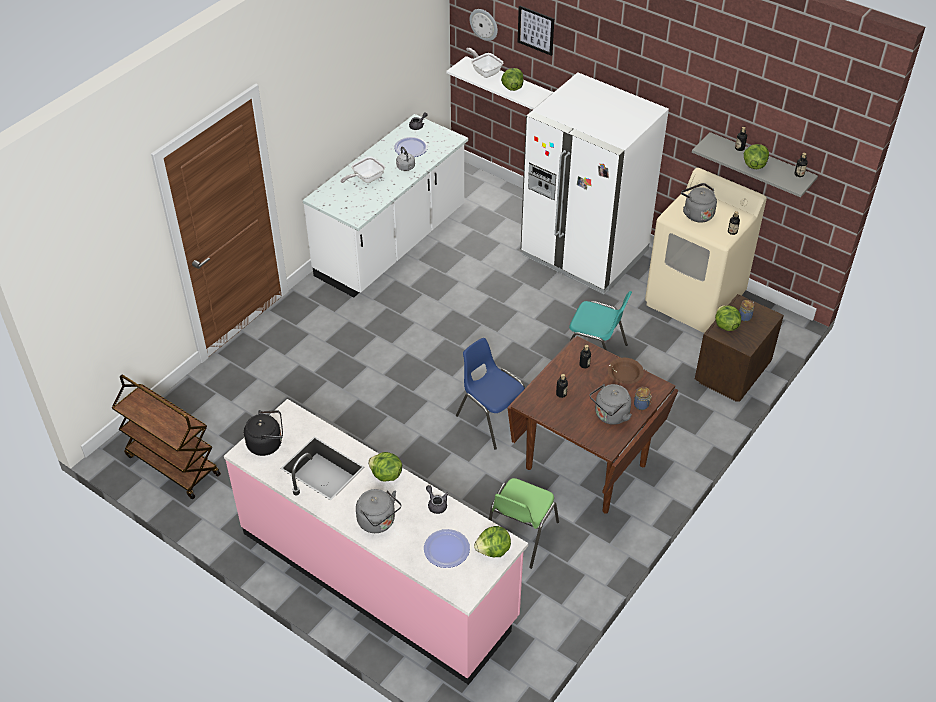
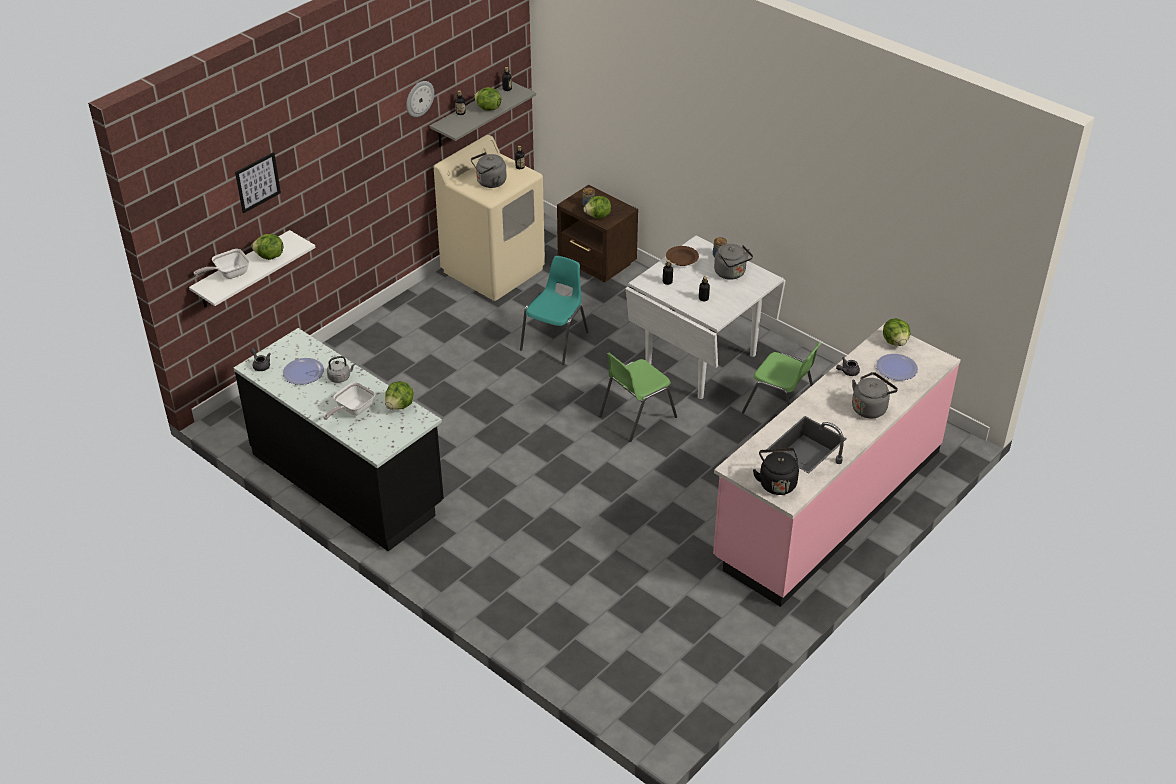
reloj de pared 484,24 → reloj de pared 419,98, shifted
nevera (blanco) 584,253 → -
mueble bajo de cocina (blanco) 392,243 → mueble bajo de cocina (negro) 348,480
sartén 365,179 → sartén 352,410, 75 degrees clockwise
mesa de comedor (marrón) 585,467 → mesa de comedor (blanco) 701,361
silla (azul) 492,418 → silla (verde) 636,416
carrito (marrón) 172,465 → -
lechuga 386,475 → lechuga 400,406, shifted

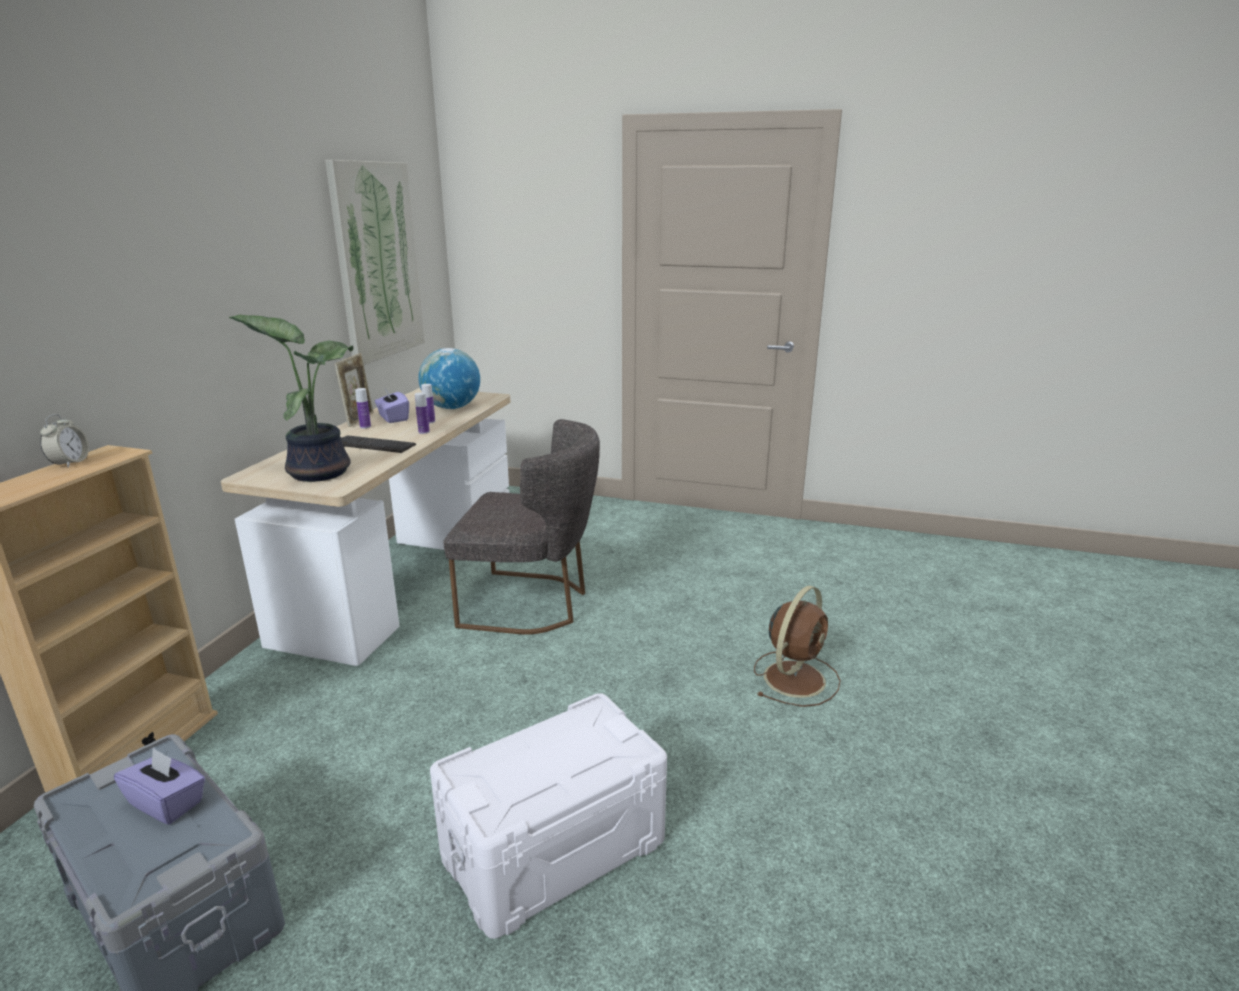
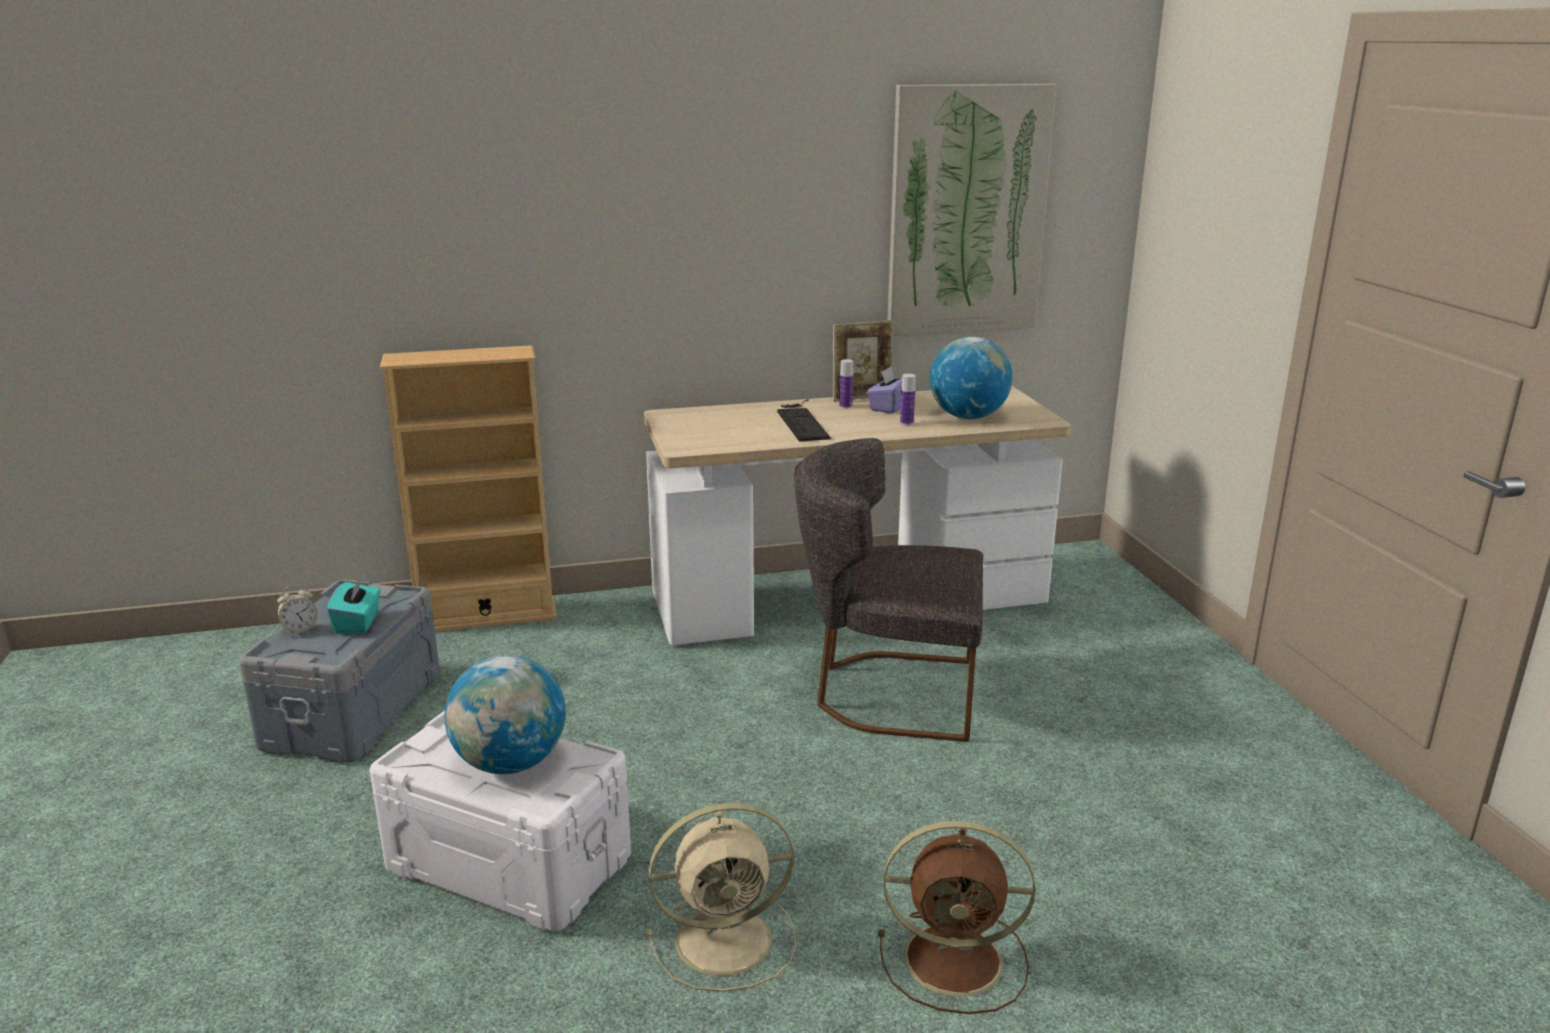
planta en maceta 318,471 → -
botella 424,432 → -
despertador 70,463 → despertador 300,629, shifted
silla (gris) 532,604 → silla (gris) 887,692, 120 degrees clockwise
caja de pañuelos (morado) 168,803 → caja de pañuelos (turquesa) 358,623
- → globo terráqueo 510,763
- → ventilador (beis) 728,939

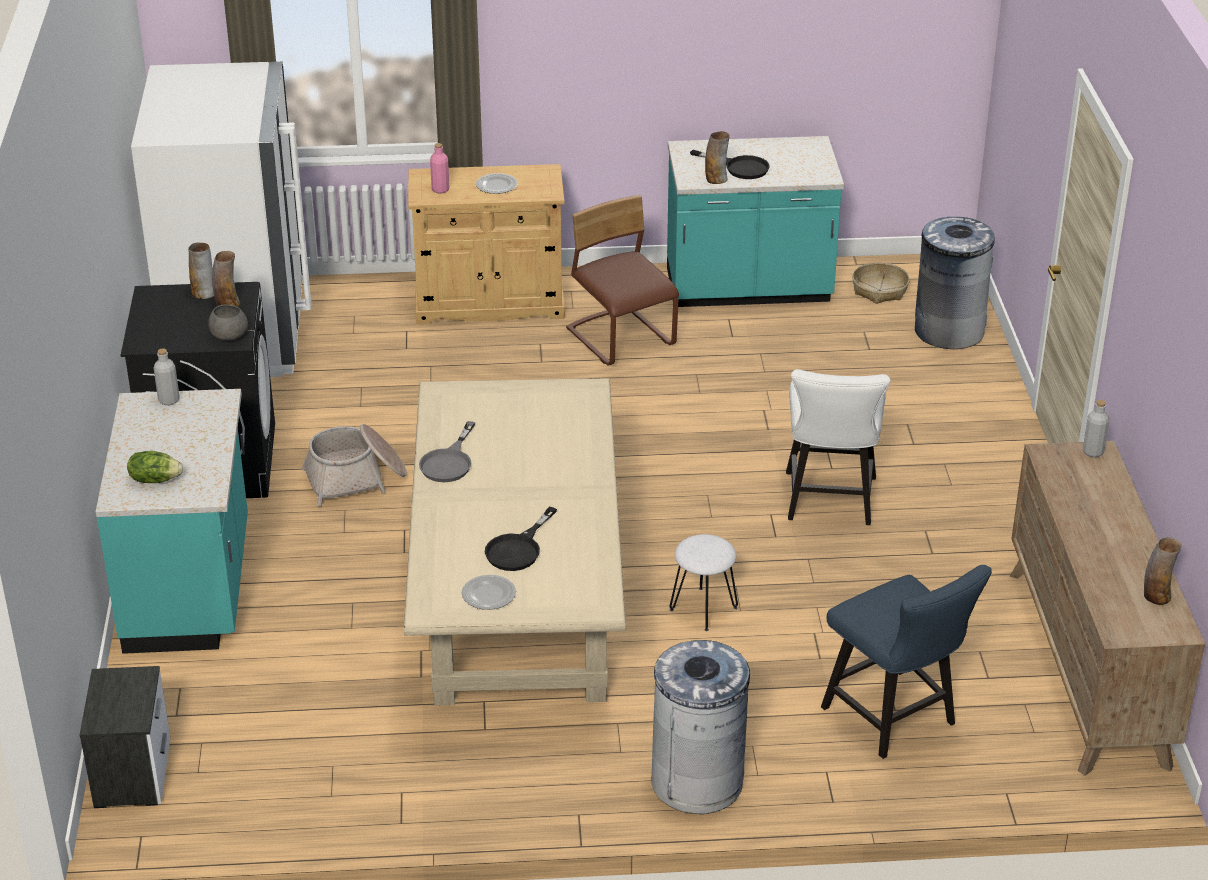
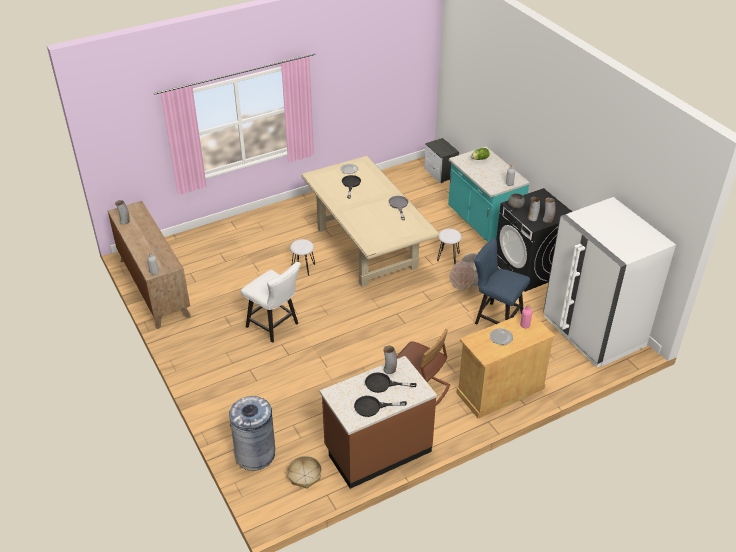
mueble bajo de cocina (turquesa) 748,289 → mueble bajo de cocina (marrón) 377,449
silla (blanco) 829,503 → silla (blanco) 275,326, 150 degrees clockwise
silla (azul) 895,720 → silla (azul) 495,318, shifted
papelera (gris) 697,781 → -
- → taburete (blanco) 448,257
- → sartén (negro) 372,407

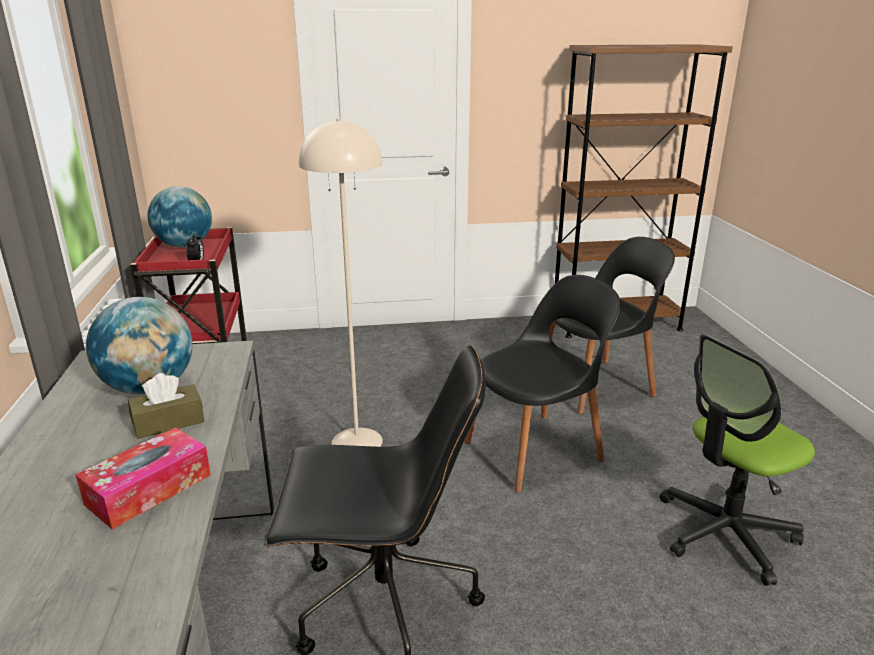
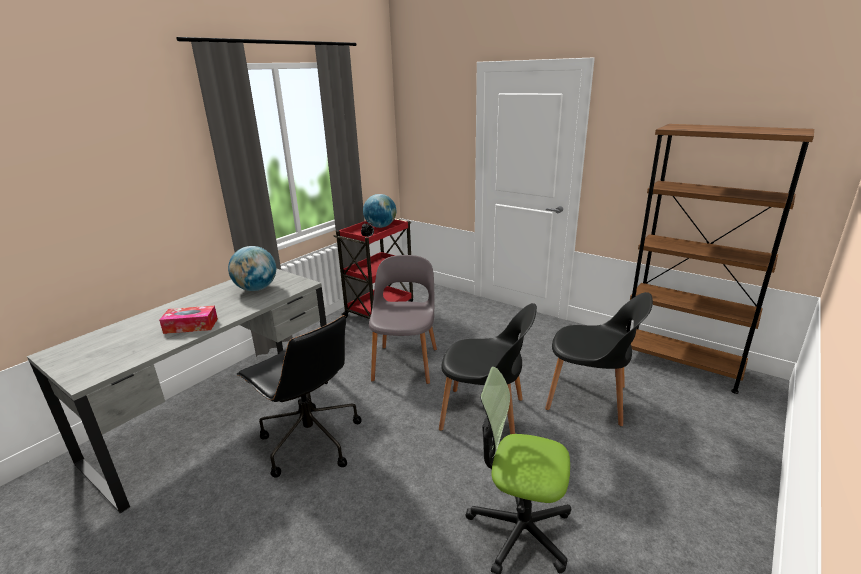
lámpara de pie (beis) 357,441 → silla (gris) 405,362
caja de pañuelos (marrón) 168,422 → -

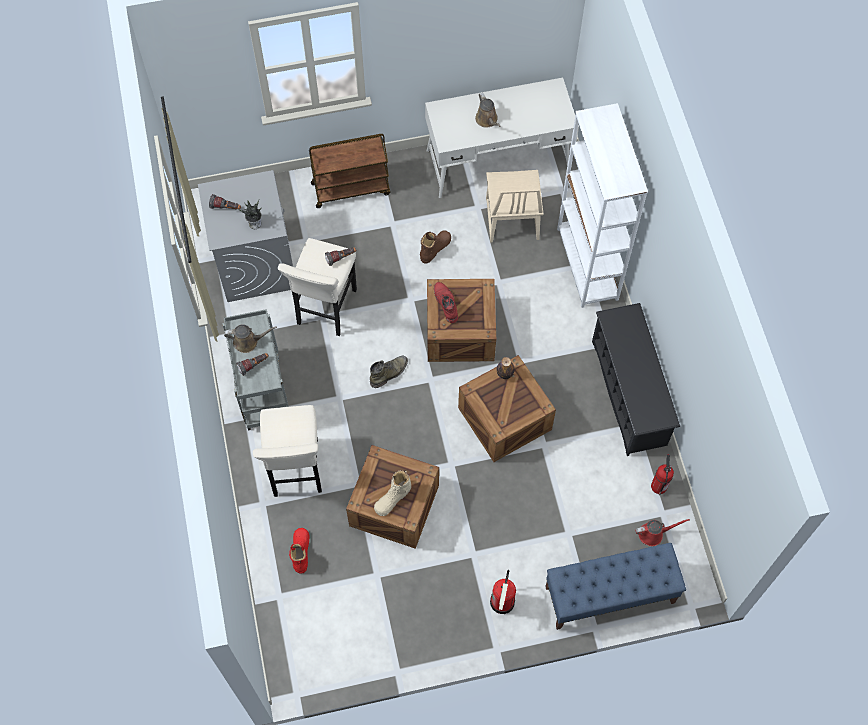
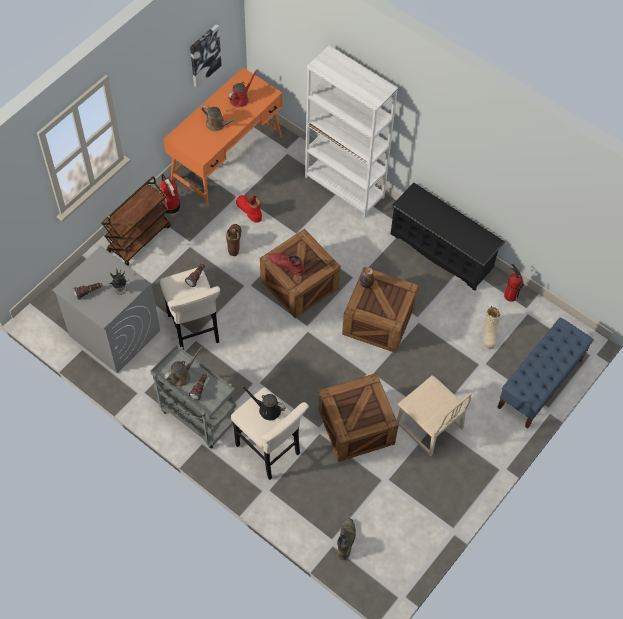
escritorio (blanco) 498,161 → escritorio (naranja) 227,158
silla (beis) 511,219 → silla (beis) 429,426, shifted
bota (verde) 389,373 → bota (verde) 346,539, shifted
bota (beis) 393,498 → bota (beis) 489,333, shifted
regadera (rojo) 653,534 → regadera (rojo) 240,99, shifted
bota (rojo) 301,551 → bota (rojo) 249,210, shifted
extintor 502,602 → extintor 171,206, shifted
- → cuadro 204,55
- → regadera (negro) 267,409

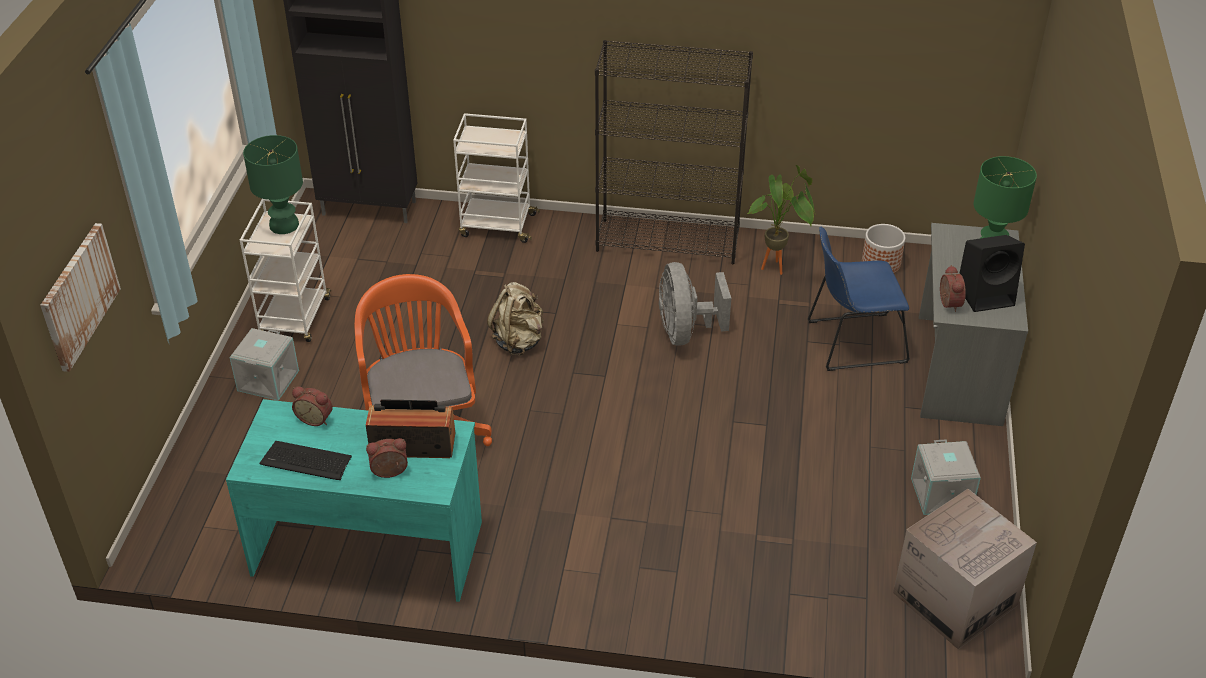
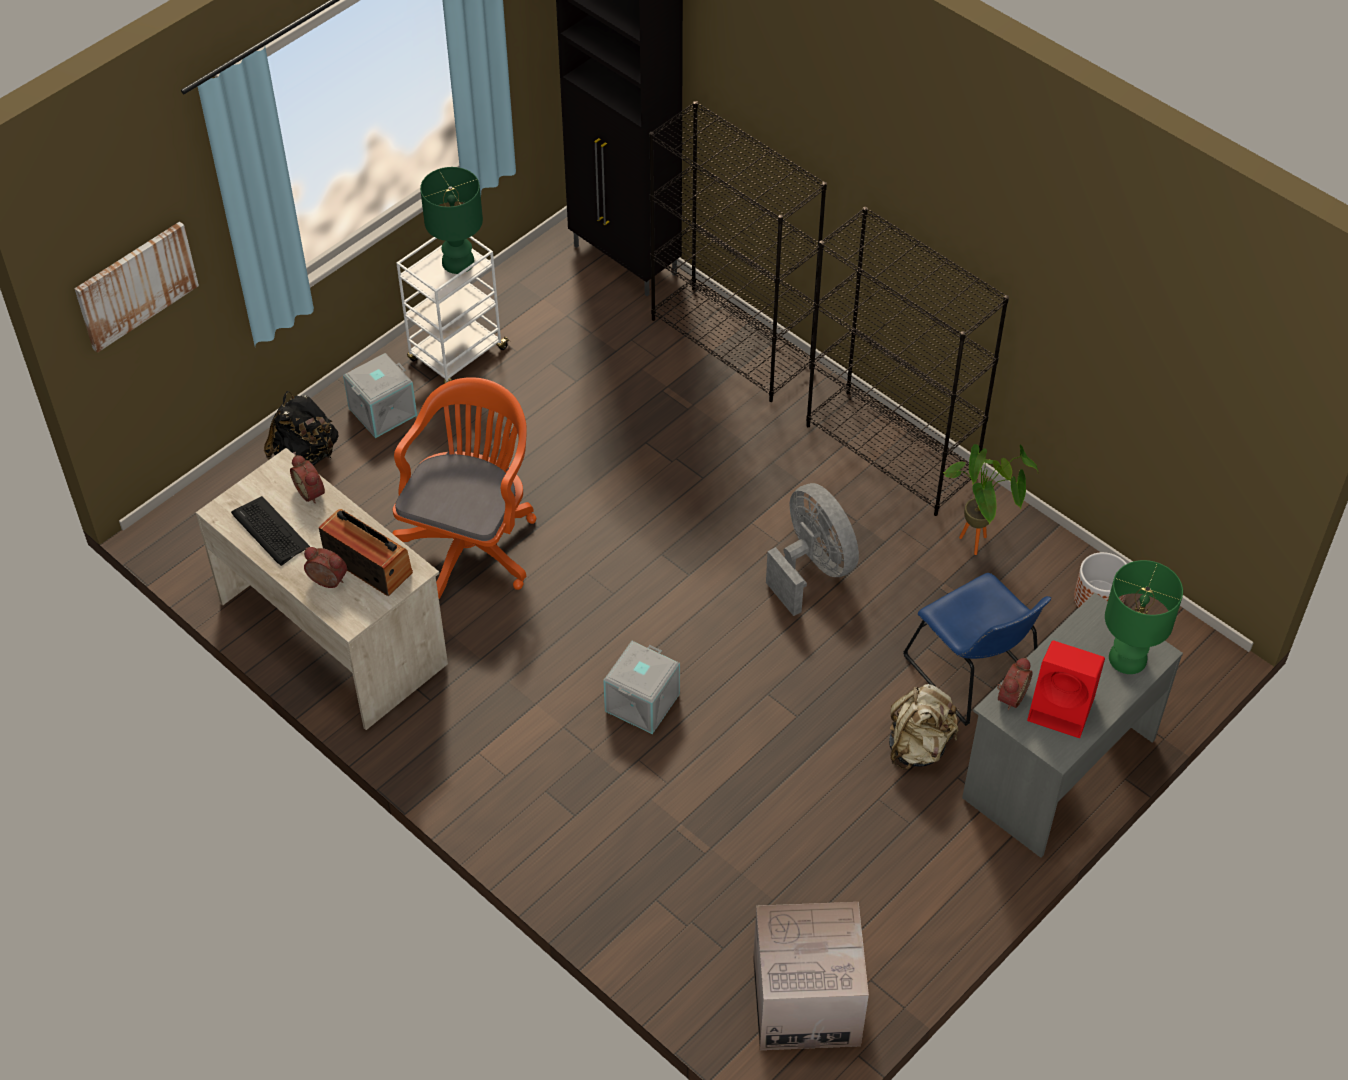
carrito (blanco) 497,225 → estantería (negro) 732,343
silla (azul) 852,342 → silla (azul) 974,674, 150 degrees counterclockwise
altavoz (negro) 986,295 → altavoz (rojo) 1063,709
ventilador (gris) 685,332 → ventilador (gris) 812,569, 120 degrees clockwise
mochila (beis) 518,341 → mochila (beis) 919,746, shifted
escritorio (turquesa) 368,547 → escritorio (beis) 334,632
caja de almacenaje (gris) 942,495 → caja de almacenaje (gris) 643,703, shifted
- → mochila (negro) 304,455

